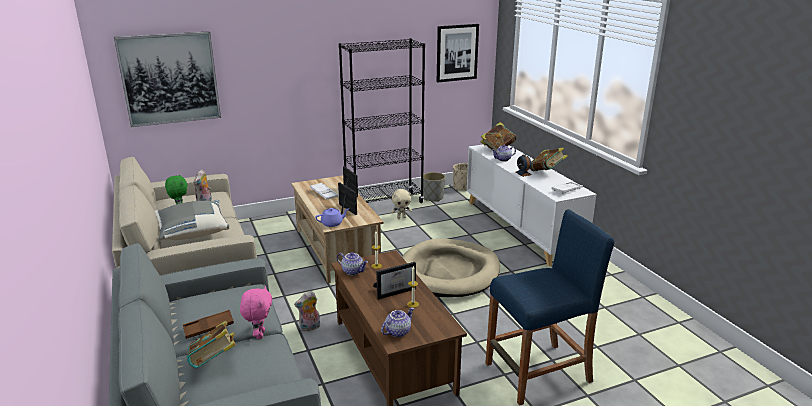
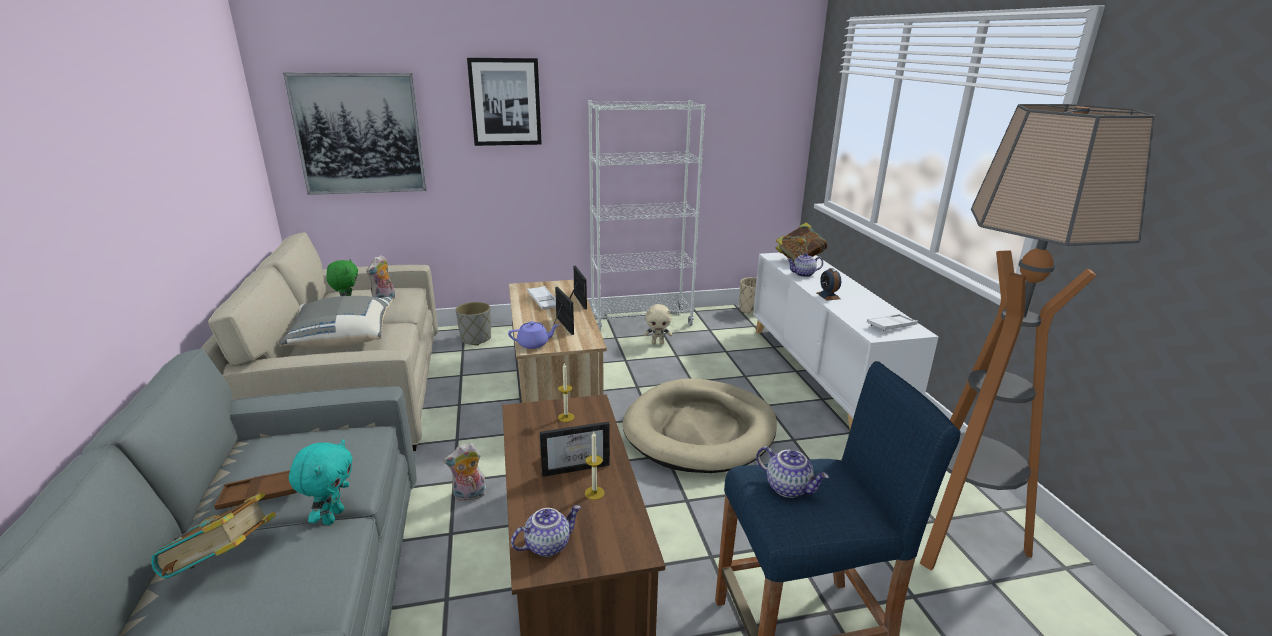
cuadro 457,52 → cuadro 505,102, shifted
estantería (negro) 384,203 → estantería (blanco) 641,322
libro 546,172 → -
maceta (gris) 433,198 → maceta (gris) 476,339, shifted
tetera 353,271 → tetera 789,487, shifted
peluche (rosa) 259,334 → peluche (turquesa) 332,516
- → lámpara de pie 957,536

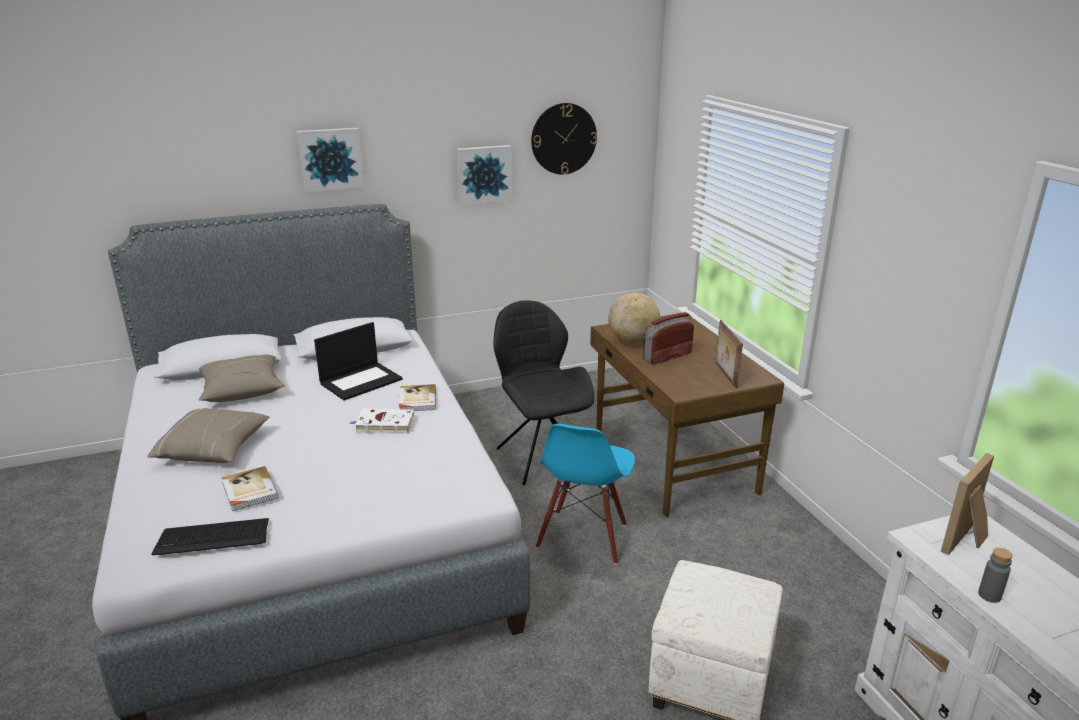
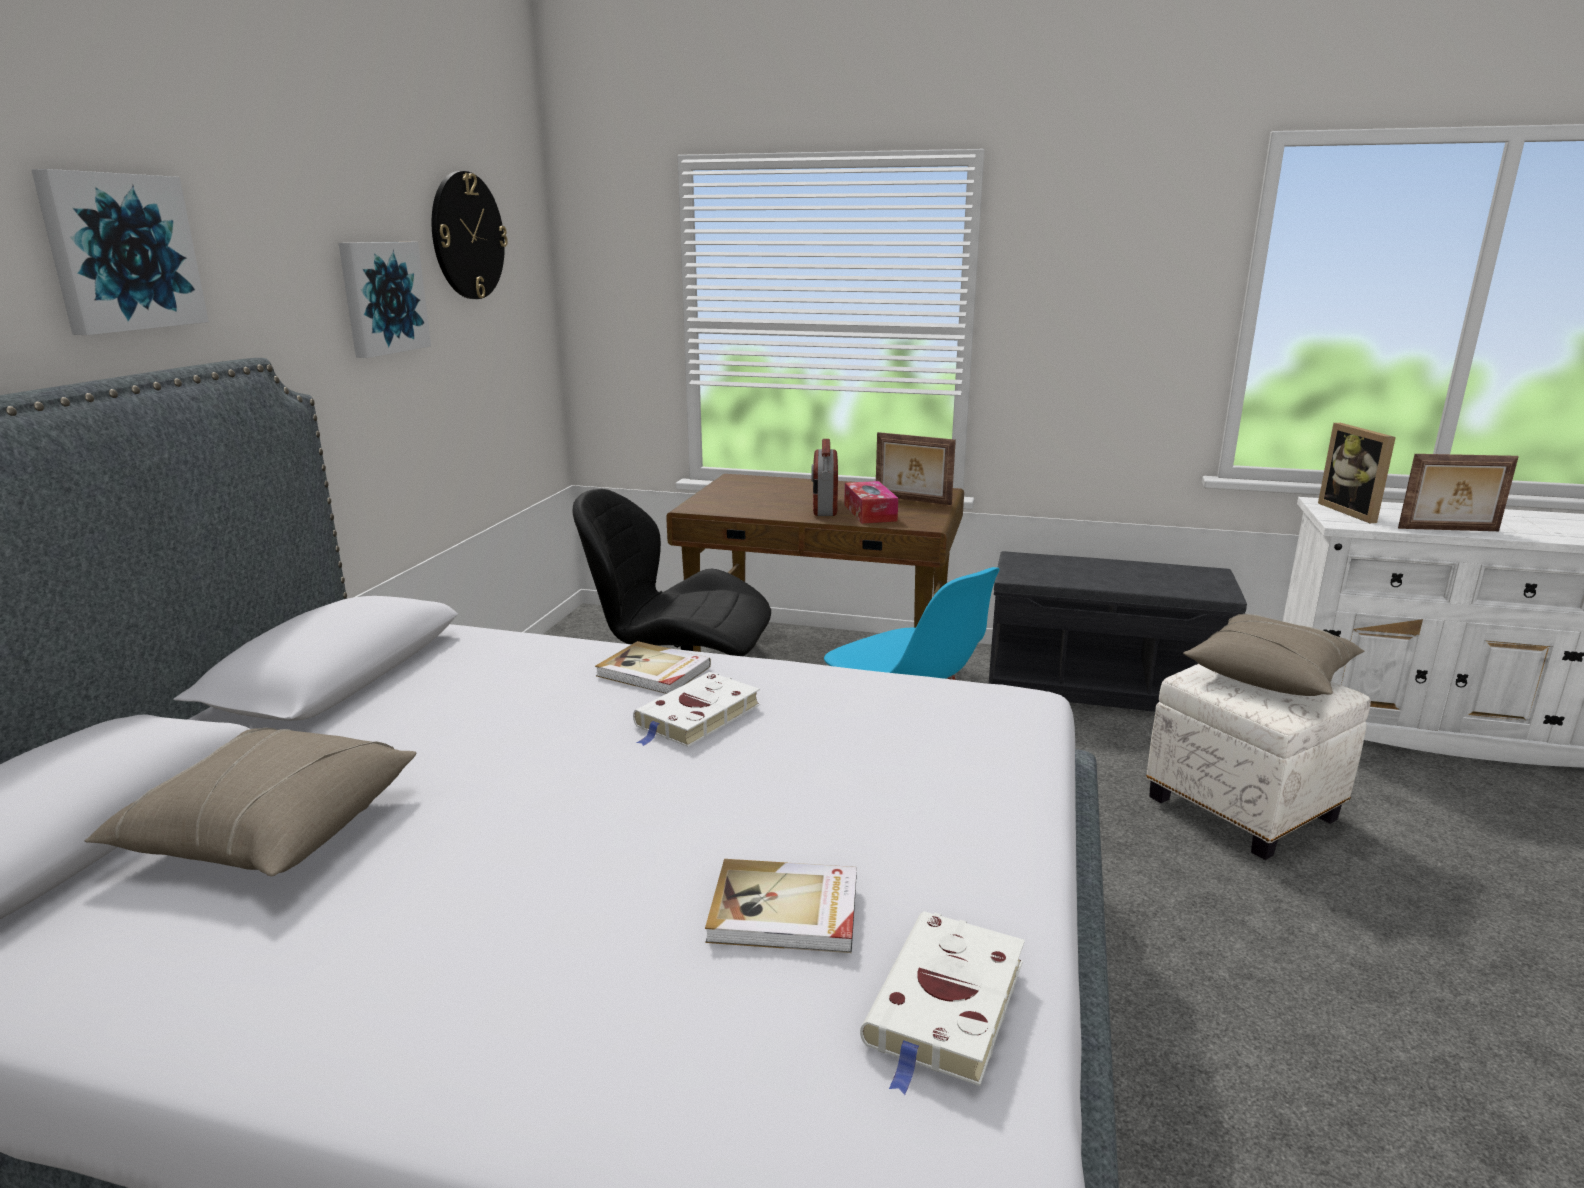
globo terráqueo 633,342 → -
portátil 361,381 → -
cojín (beis) 214,449 → cojín (beis) 1270,675, shifted
teclado 213,538 → libro (blanco) 945,1007
botella (gris) 989,595 → portarretratos 1449,530
- → caja de pañuelos 870,513
- → banco (gris) 1102,688

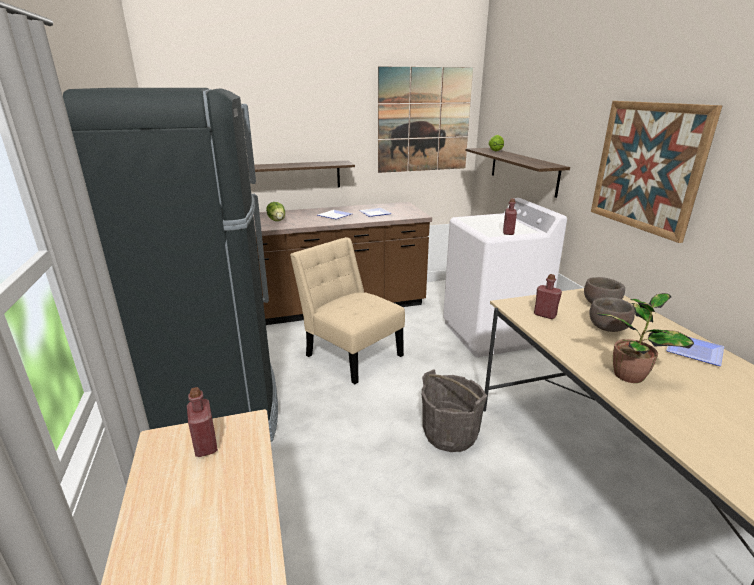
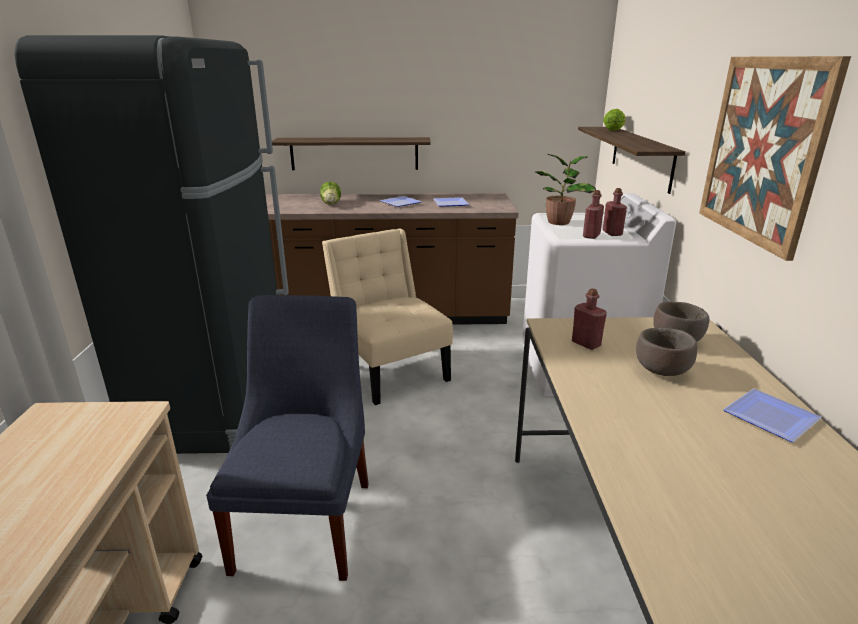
cuadro 424,120 → -
planta en maceta 629,374 → planta en maceta 560,222, shifted
cubo (gris) 450,434 → -
botella (rojo) 205,446 → botella (rojo) 612,233, shifted
- → silla (azul) 307,519

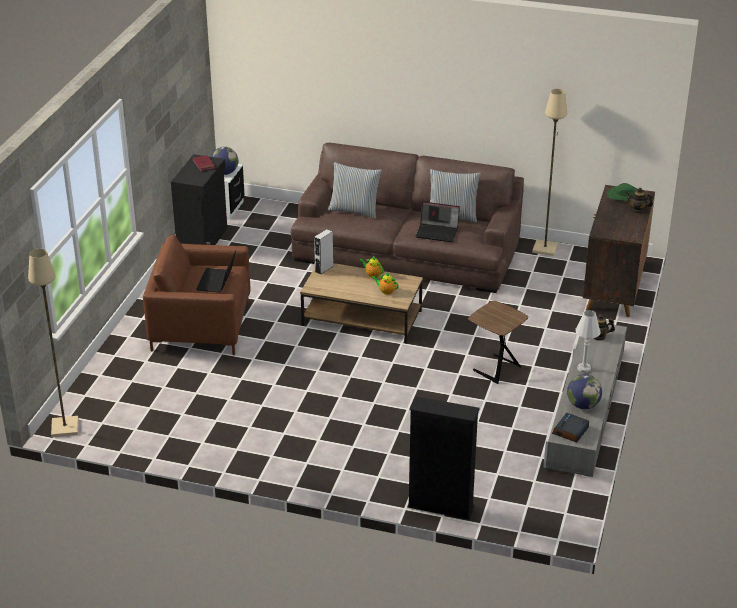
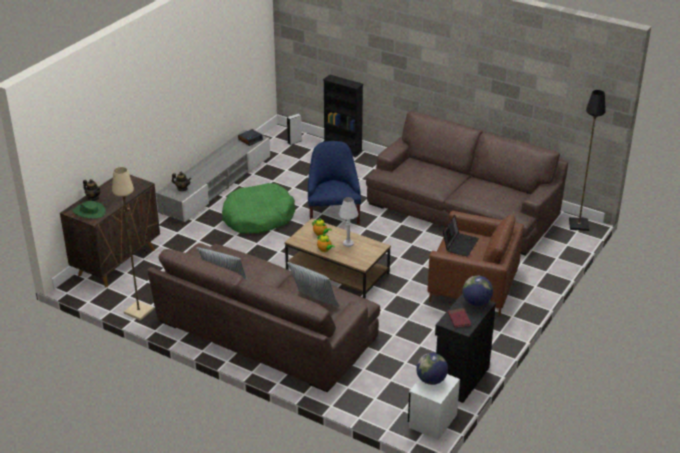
portátil 437,232 → -
altavoz (gris) 324,269 → altavoz (gris) 294,141, shifted
lámpara de pie (beis) 64,427 → lámpara de pie (negro) 579,225
mesa auxiliar (marrón) 495,368 → cama para perro (verde) 258,217
lámpara de mesa (blanco) 584,368 → lámpara de mesa (blanco) 348,244, shifted
globo terráqueo 583,405 → globo terráqueo 476,302, shifted
- → sofá (marrón) 463,209
- → sillón (azul) 333,214

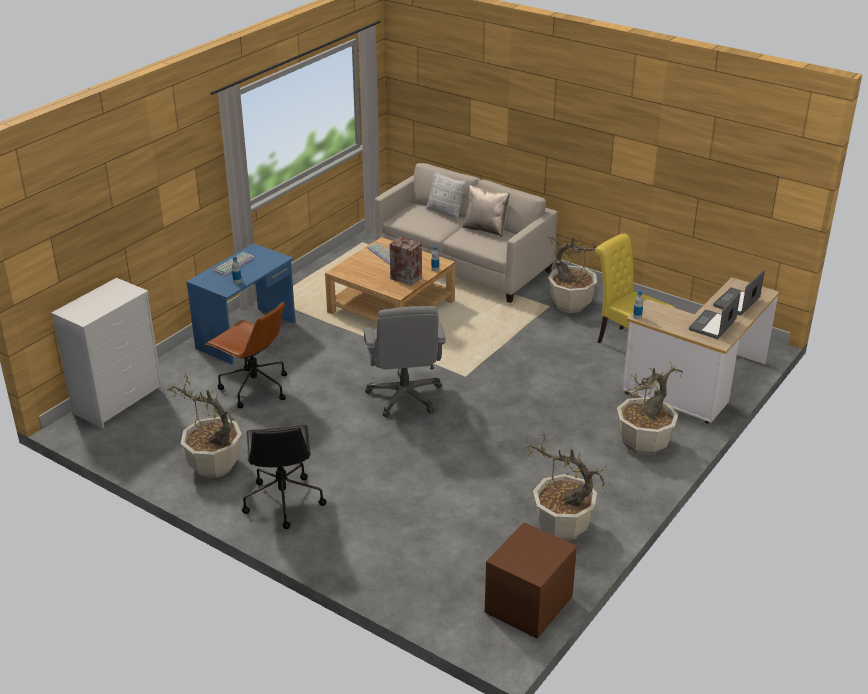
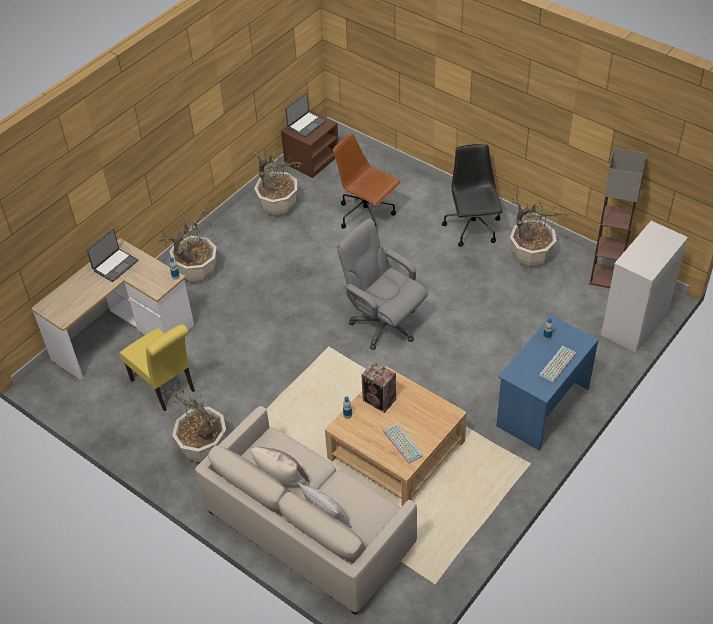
portátil 737,303 → portátil 306,124, shifted
silla de oficina (marrón) 254,388 → silla de oficina (marrón) 367,215, shifted
silla de oficina (gris) 405,396 → silla de oficina (gris) 383,324, 45 degrees counterclockwise
- → lámpara de pie 606,276

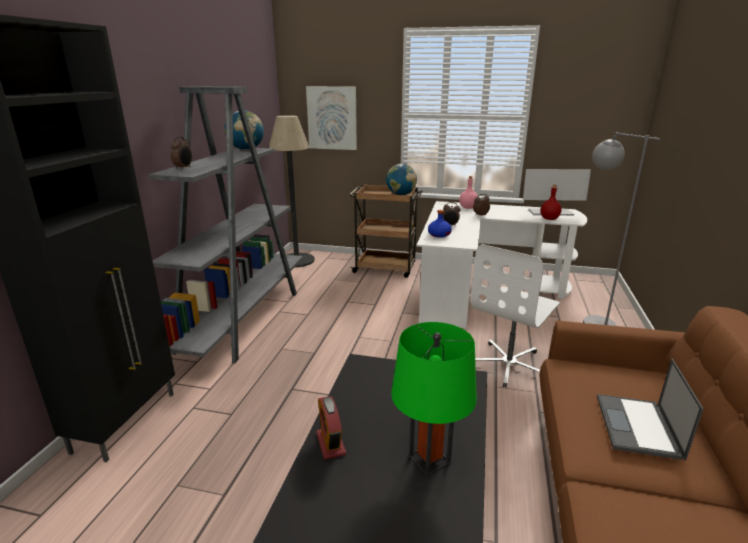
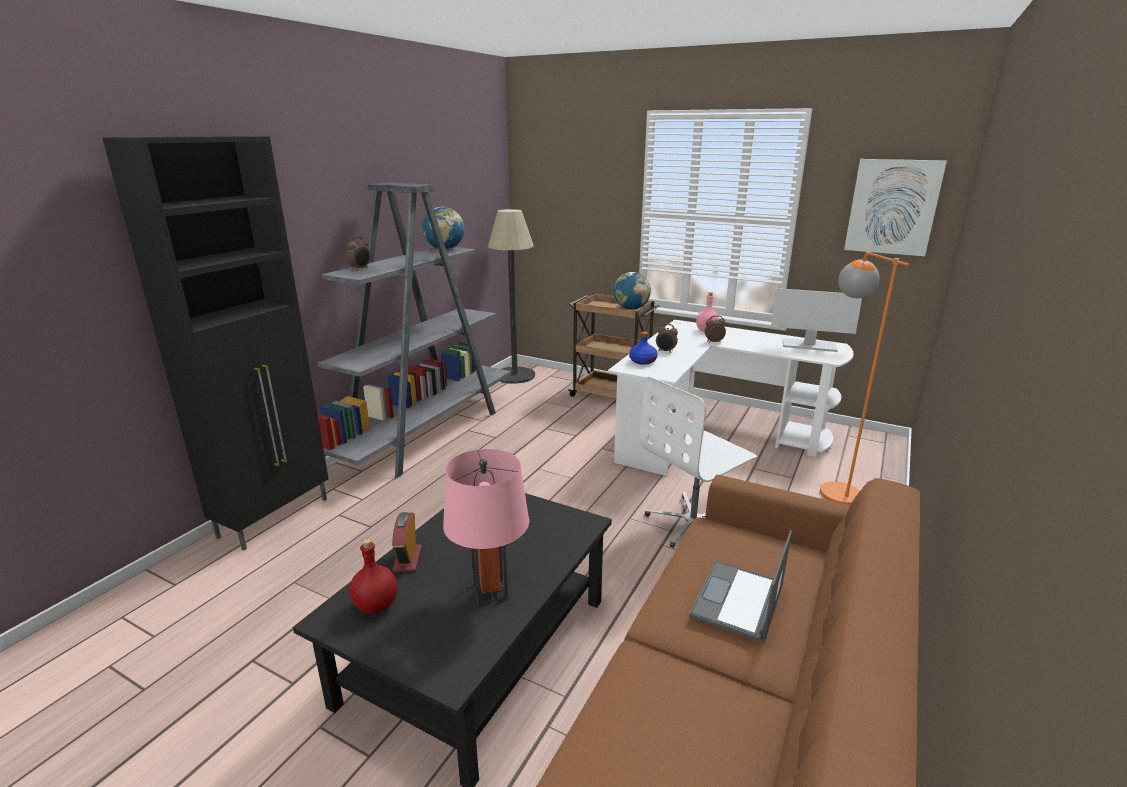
cuadro 332,118 → cuadro 892,207, shifted
lámpara de pie (gris) 589,320 → lámpara de pie (naranja) 831,487
botella (rojo) 549,219 → botella (rojo) 376,606, shifted
lámpara de mesa (verde) 429,459 → lámpara de mesa (rosa) 490,591

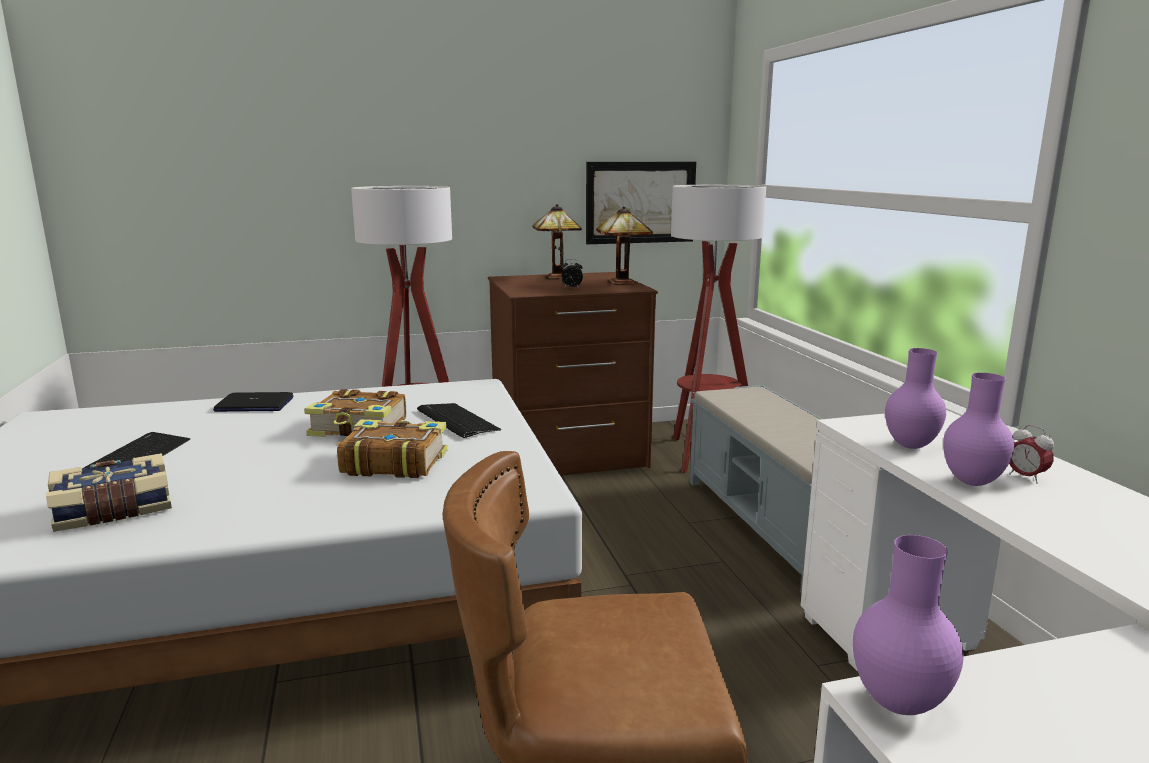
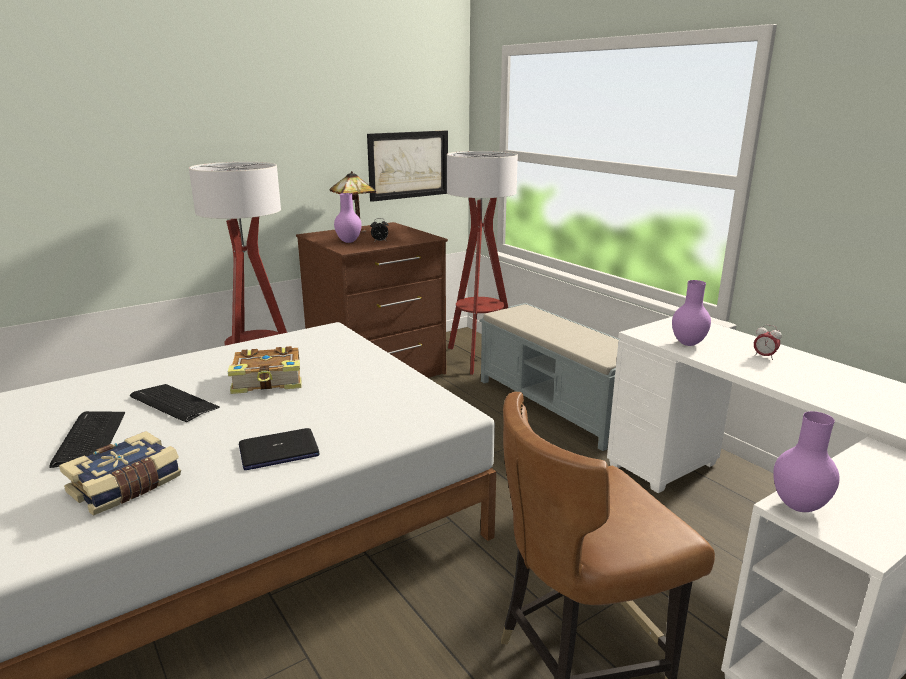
lámpara de mesa 623,282 → -
florero (morado) 973,483 → florero (morado) 349,242, shifted
portátil 254,404 → portátil 278,451, shifted
teclado 457,421 → teclado 174,403, shifted
libro 393,463 → -

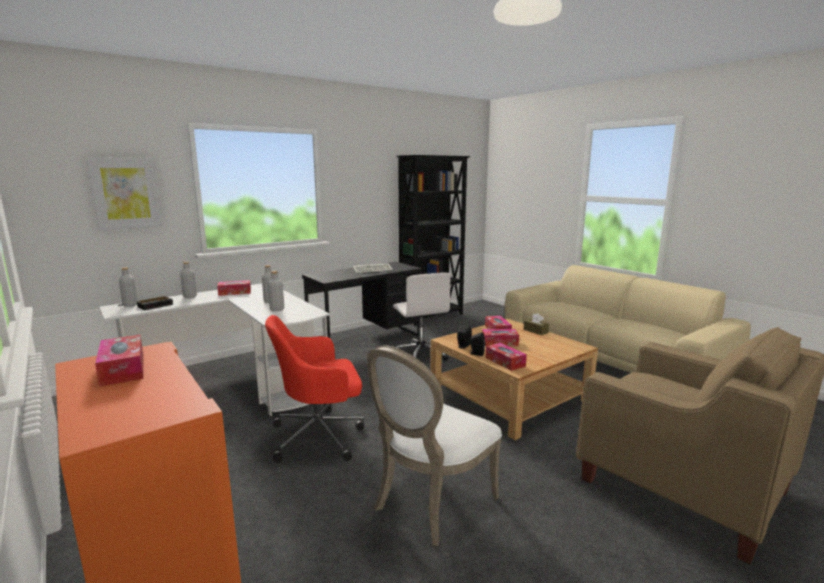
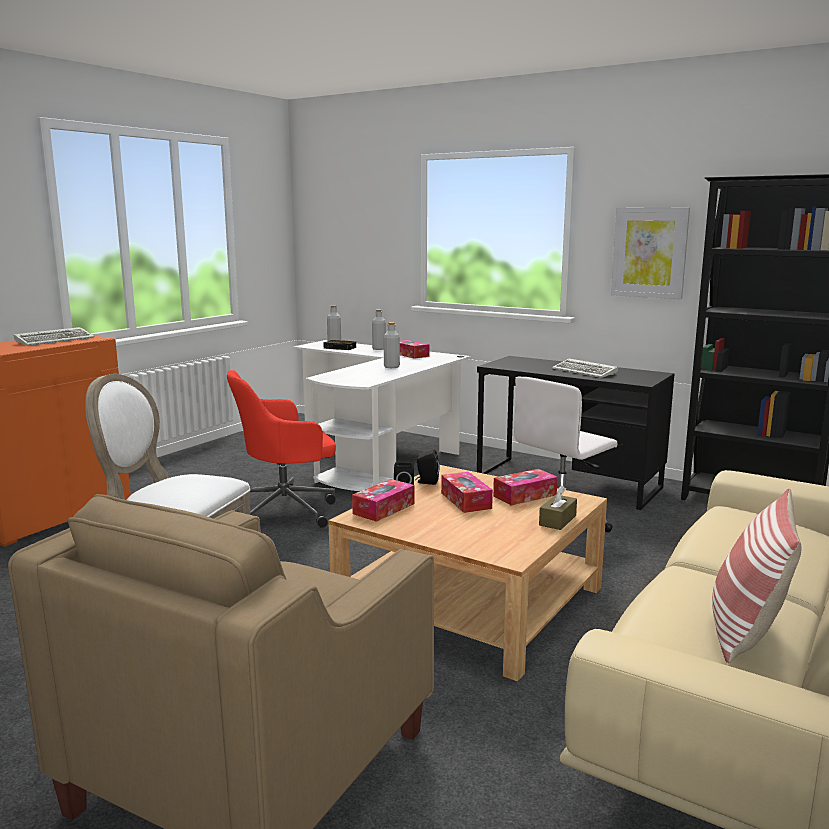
cuadro 125,193 → cuadro 649,252, shifted
botella (gris) 277,309 → -
silla de oficina (rojo) 320,436 → silla de oficina (rojo) 286,510, 75 degrees counterclockwise
caja de pañuelos 123,369 → teclado 56,340
- → cojín 745,631

